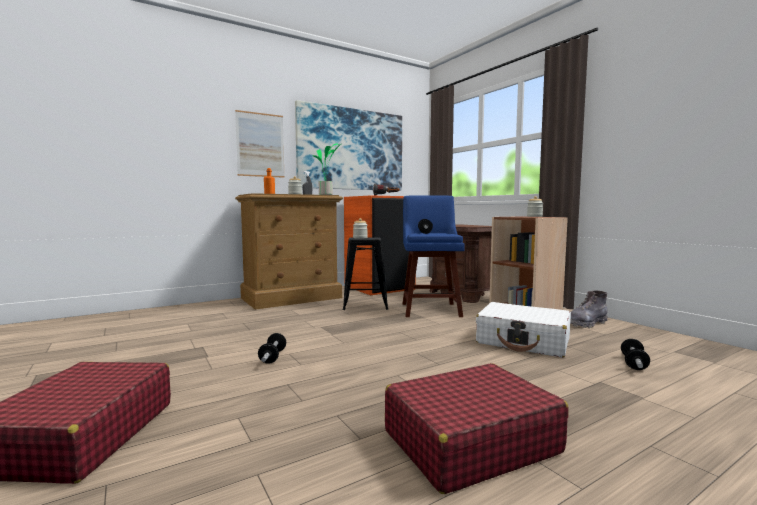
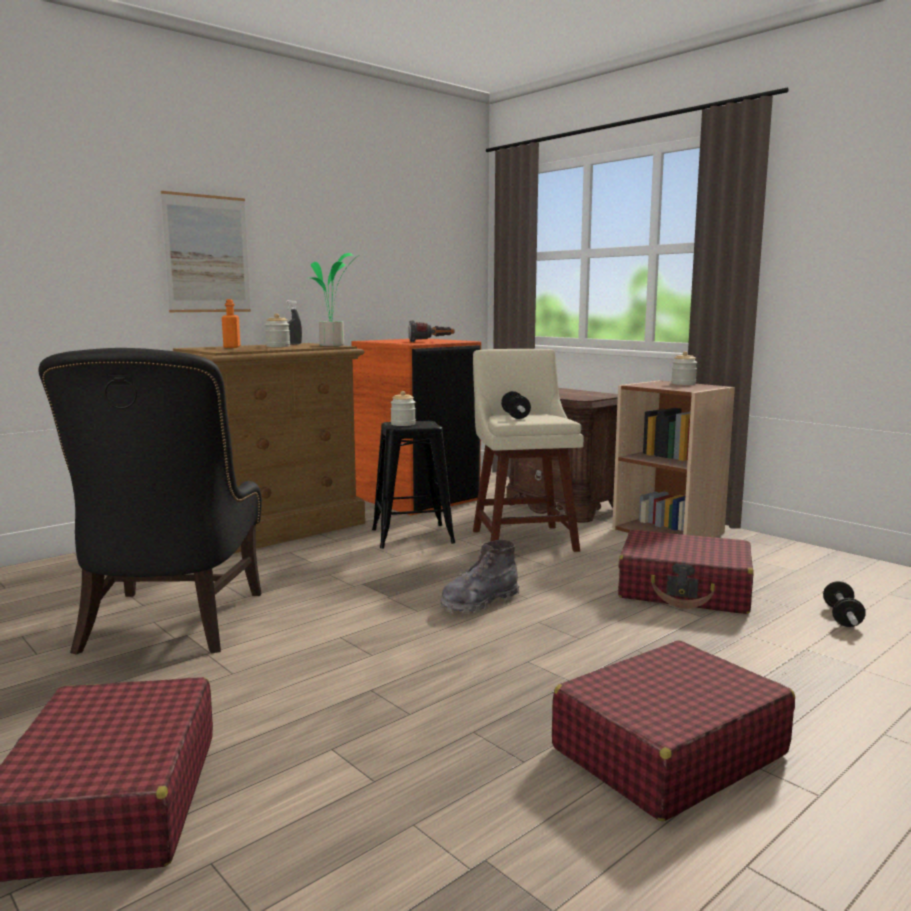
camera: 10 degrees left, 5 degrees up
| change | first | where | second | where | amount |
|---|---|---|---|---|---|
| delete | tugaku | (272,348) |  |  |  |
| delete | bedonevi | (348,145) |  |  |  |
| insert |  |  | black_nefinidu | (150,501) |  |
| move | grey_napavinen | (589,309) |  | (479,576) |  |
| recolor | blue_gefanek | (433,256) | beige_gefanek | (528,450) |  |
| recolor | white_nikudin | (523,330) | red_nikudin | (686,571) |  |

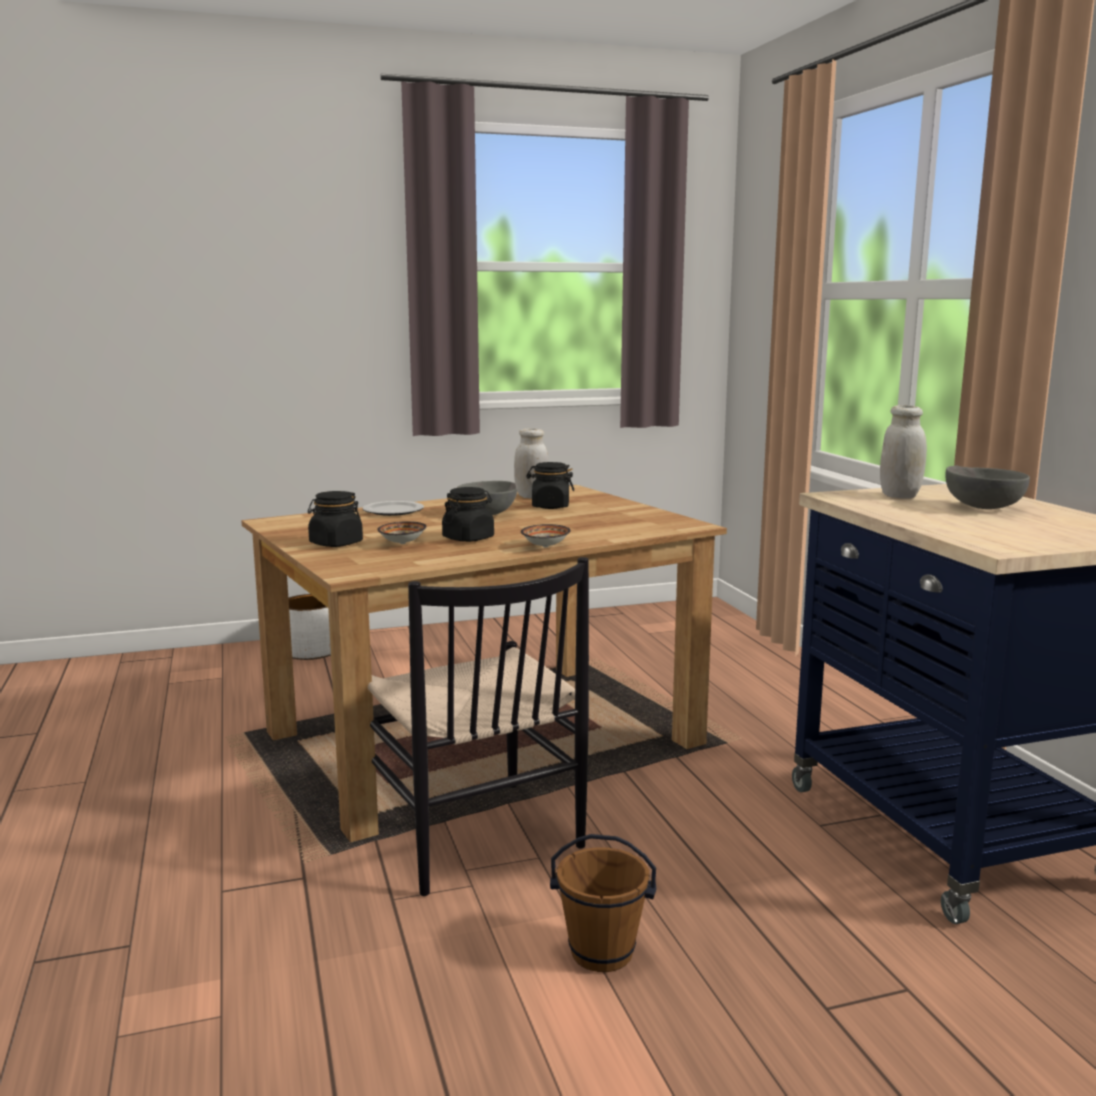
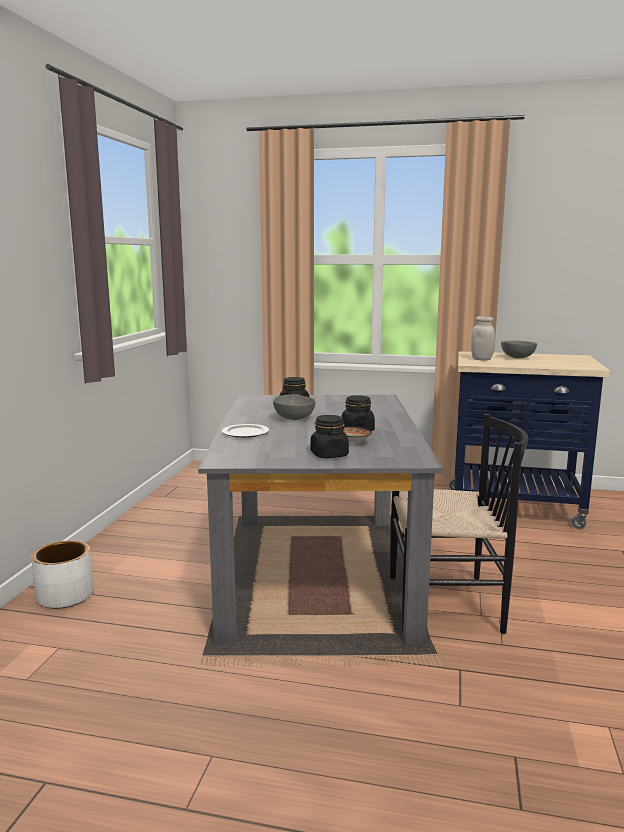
camera: 60 degrees left, 0 degrees up
| change | first | where | second | where | amount |
|---|---|---|---|---|---|
| delete | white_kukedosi | (531,463) |  |  |  |
| delete | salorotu | (546,535) |  |  |  |
| delete | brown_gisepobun | (603,903) |  |  |  |
| recolor | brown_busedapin | (484,664) | grey_busedapin | (320,520) |  |

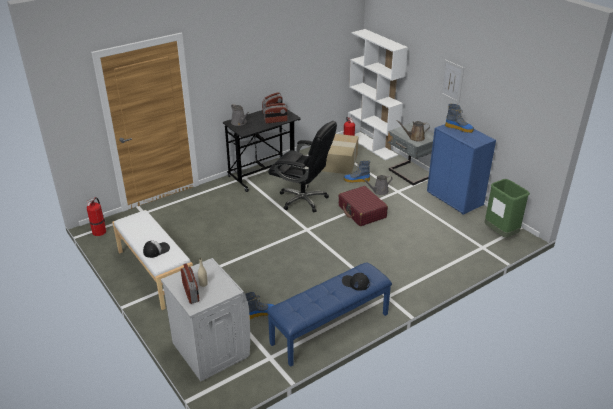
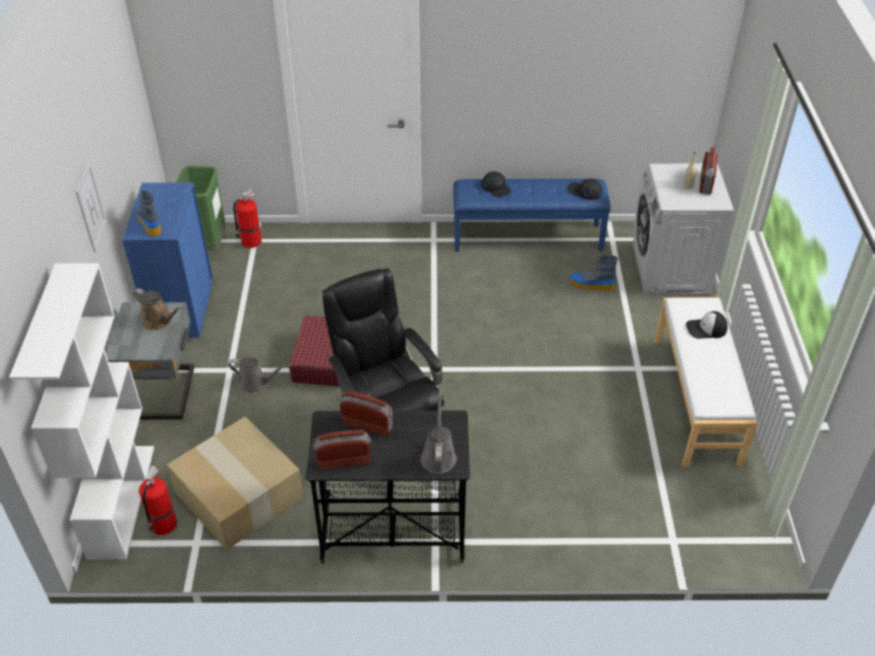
camera: 145 degrees left, 10 degrees up
| change | first | where | second | where | amount |
|---|---|---|---|---|---|
| delete | napavinen | (357,171) |  |  |  |
| insert |  |  | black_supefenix | (585,189) |  |
| move | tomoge | (96,216) |  | (247,218) |  |

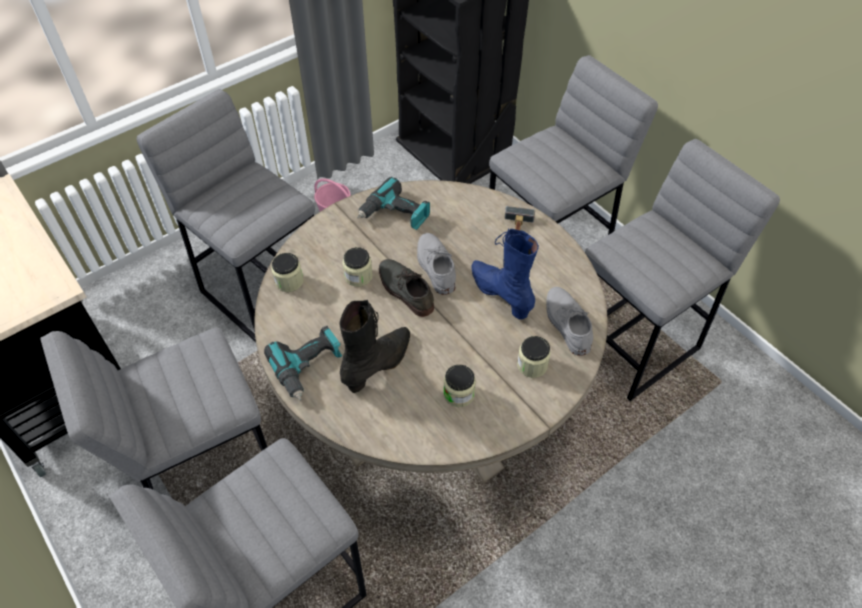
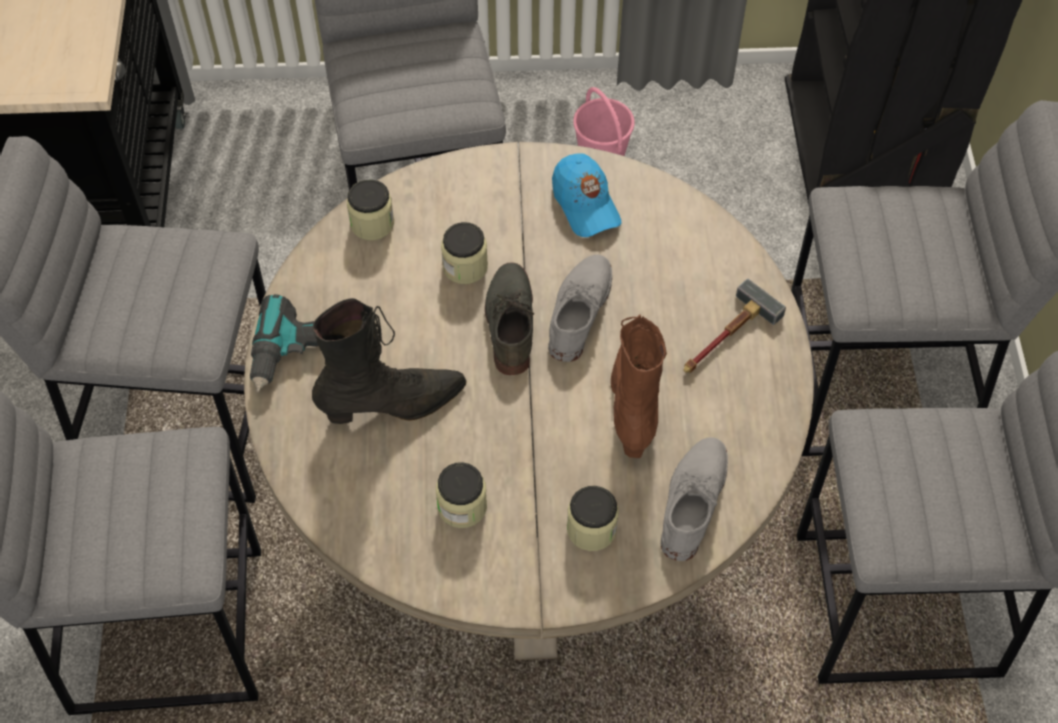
camera: 35 degrees right, 5 degrees up
| change | first | where | second | where | amount |
|---|---|---|---|---|---|
| replace | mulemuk | (393,203) | blue_supefenix | (586,195) |  |
| recolor | blue_napavinen | (505,274) | brown_napavinen | (639,386) |  |

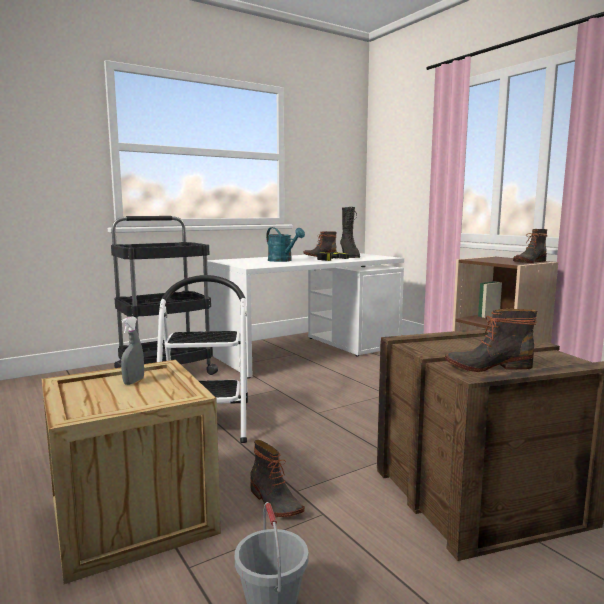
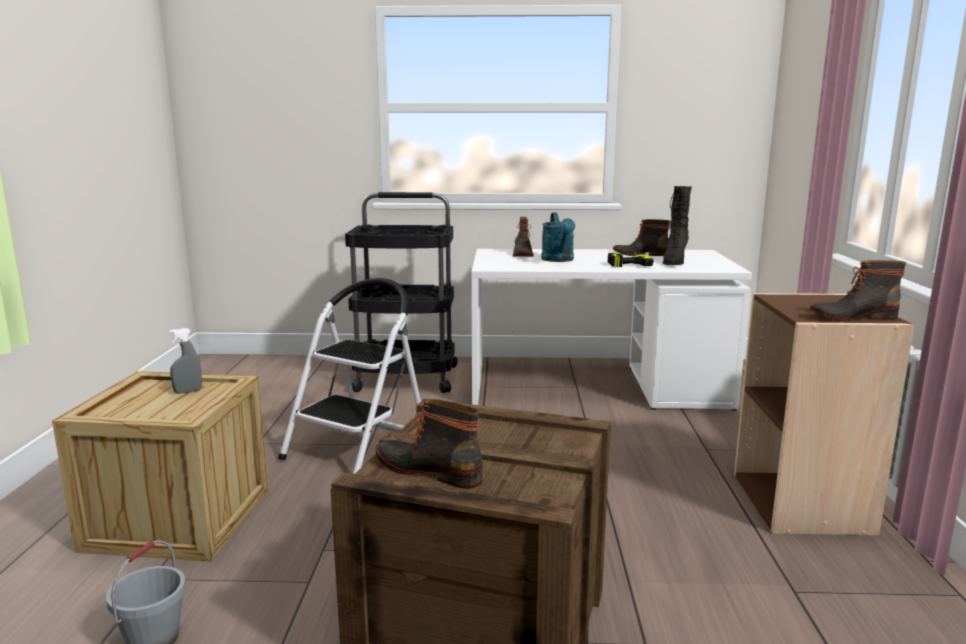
camera: 35 degrees right, 5 degrees up
| change | first | where | second | where | amount |
|---|---|---|---|---|---|
| move | napavinen | (277,478) |  | (523,237) |  |

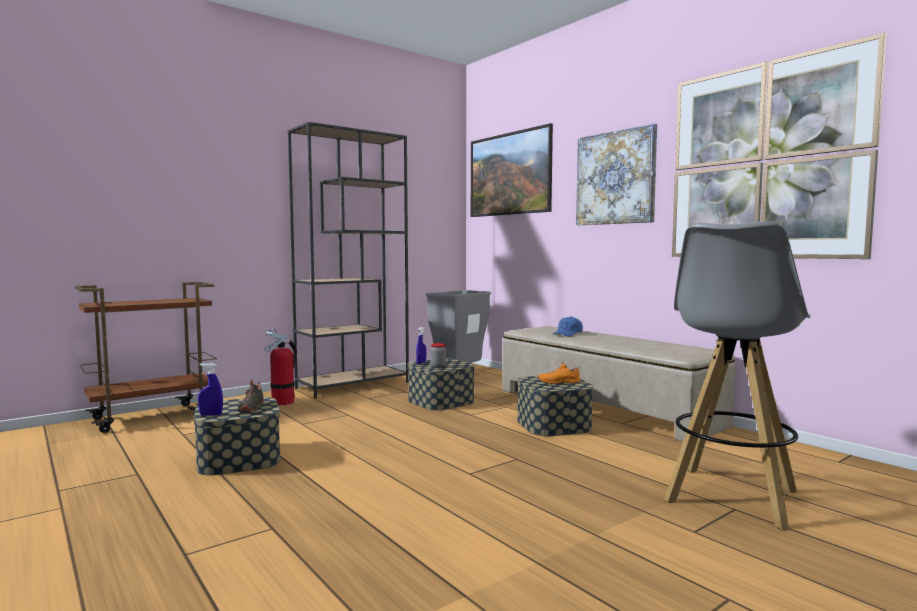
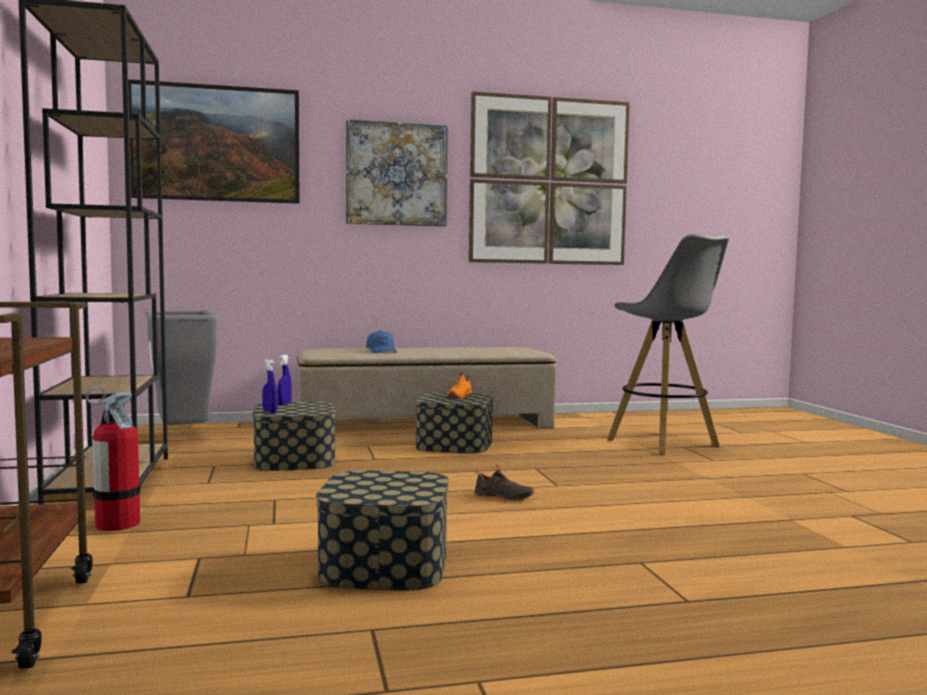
camera: 65 degrees left, 0 degrees up
| change | first | where | second | where | amount |
|---|---|---|---|---|---|
| delete | kukedosi | (438,355) |  |  |  |
| move | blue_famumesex | (210,389) |  | (284,379) |  |
| move | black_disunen | (251,395) |  | (504,482) |  |

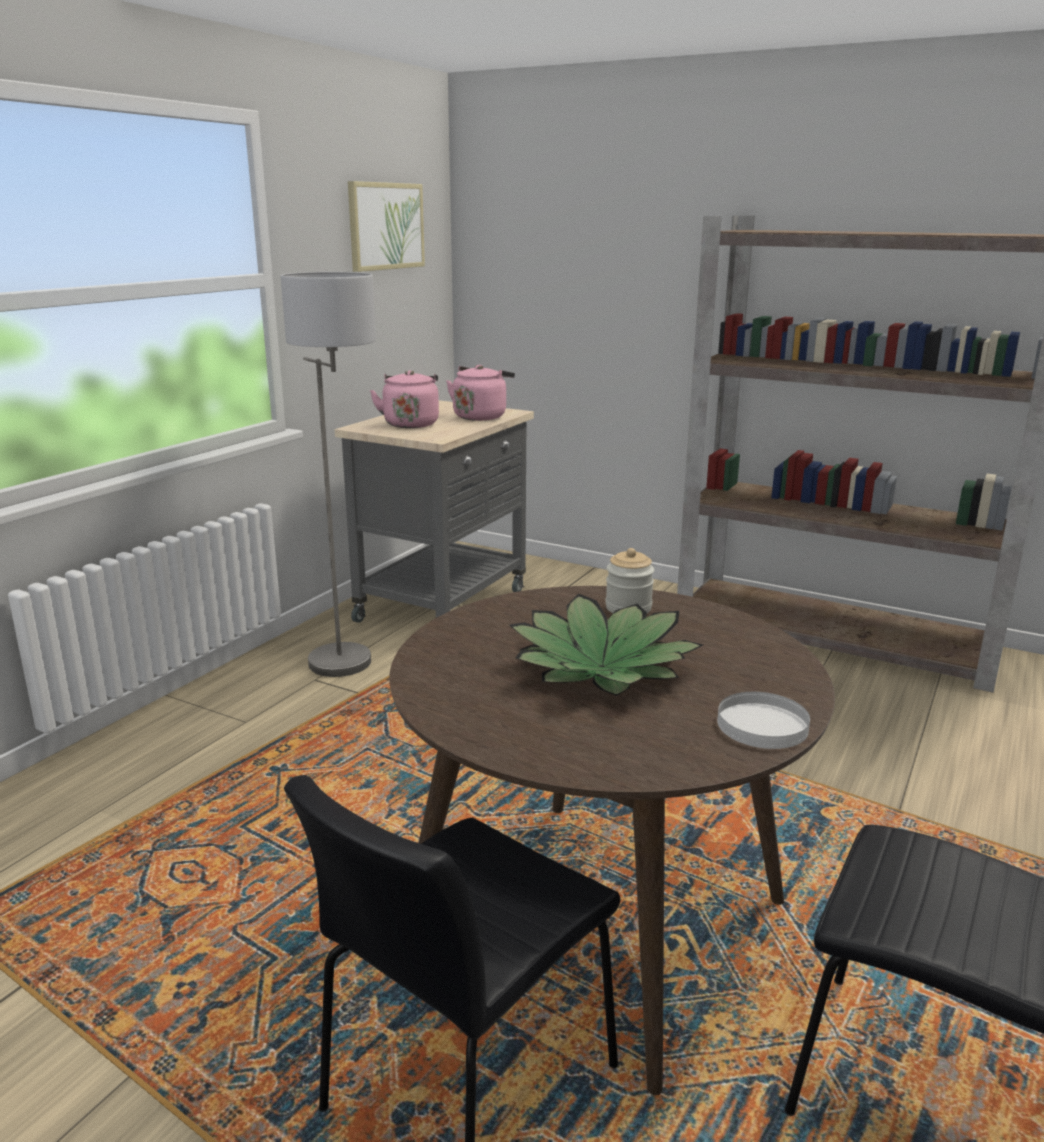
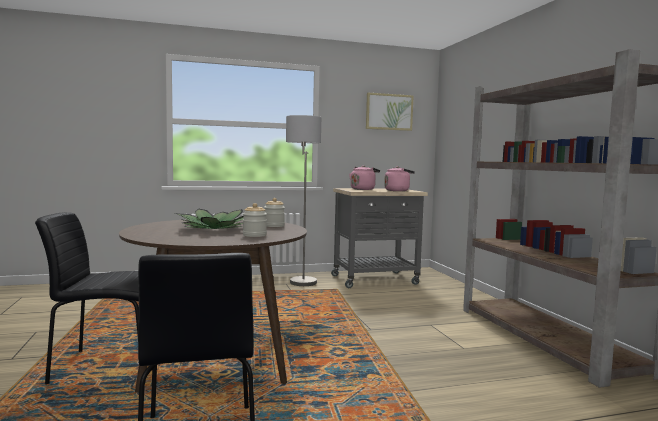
camera: 45 degrees right, 15 degrees down
| change | first | where | second | where | amount |
|---|---|---|---|---|---|
| delete | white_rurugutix | (763,720) |  |  |  |
| insert |  |  | kukedosi | (255,220) |  |

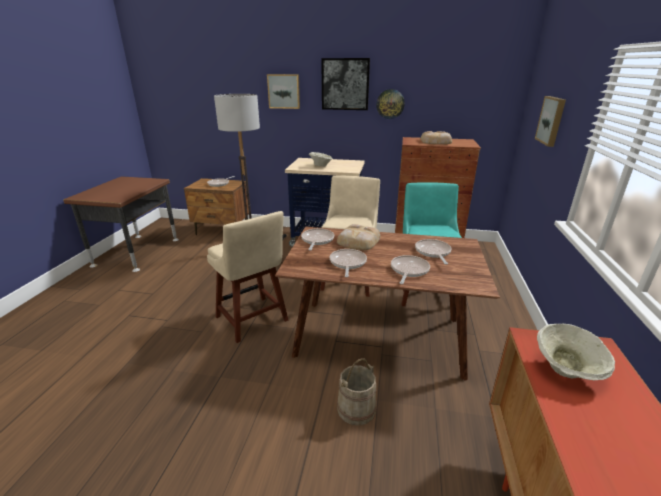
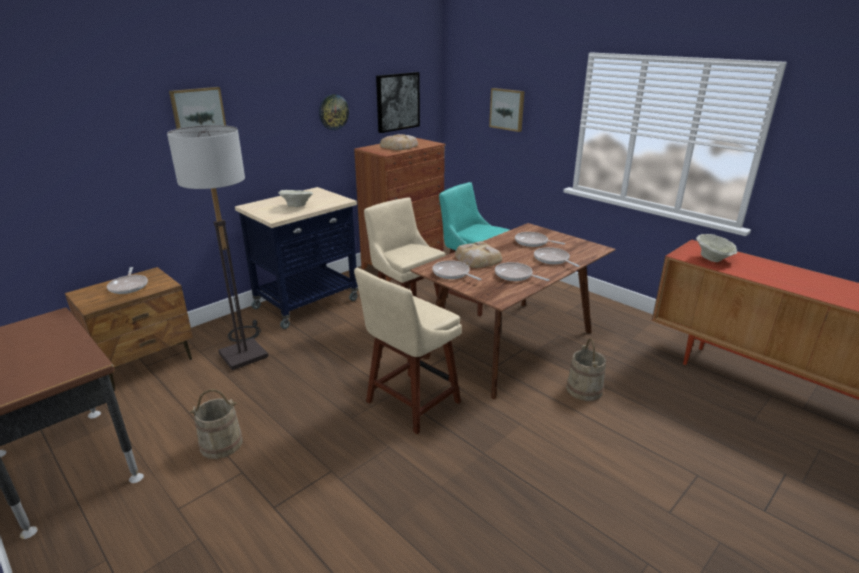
camera: 55 degrees left, 0 degrees up
| change | first | where | second | where | amount |
|---|---|---|---|---|---|
| insert |  |  | beige_gisepobun | (216,424) |  |
| move | bedonevi | (345,84) |  | (398,102) |  |
| rotate | beige_nefinidu | (247,277) |  | (408,351) | 135 degrees clockwise |

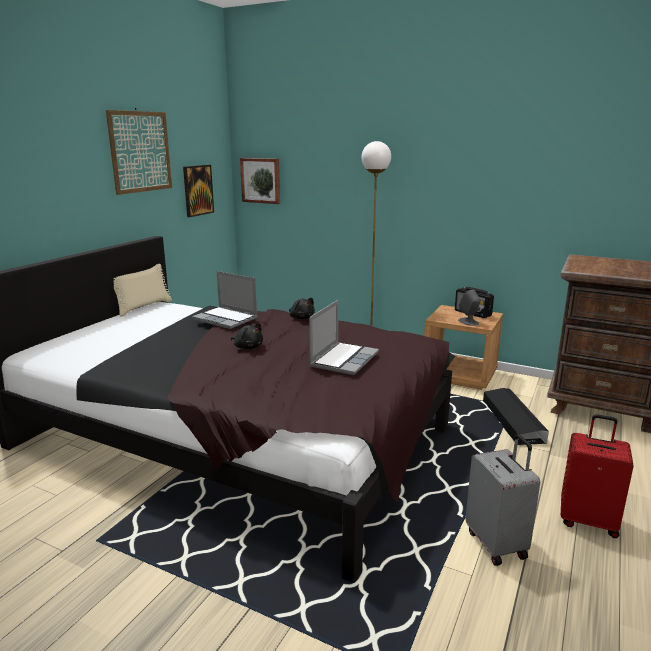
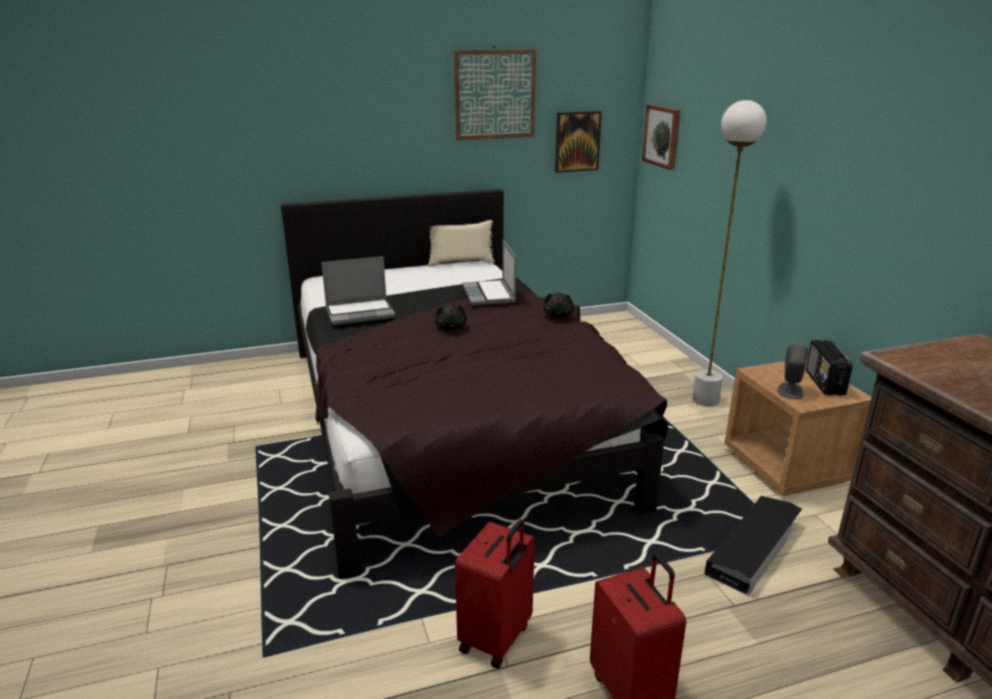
camera: 45 degrees right, 5 degrees up
| change | first | where | second | where | amount |
|---|---|---|---|---|---|
| move | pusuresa | (344,337) |  | (358,290) |  |
| recolor | grey_nikudin | (502,500) | red_nikudin | (495,594) |  |

